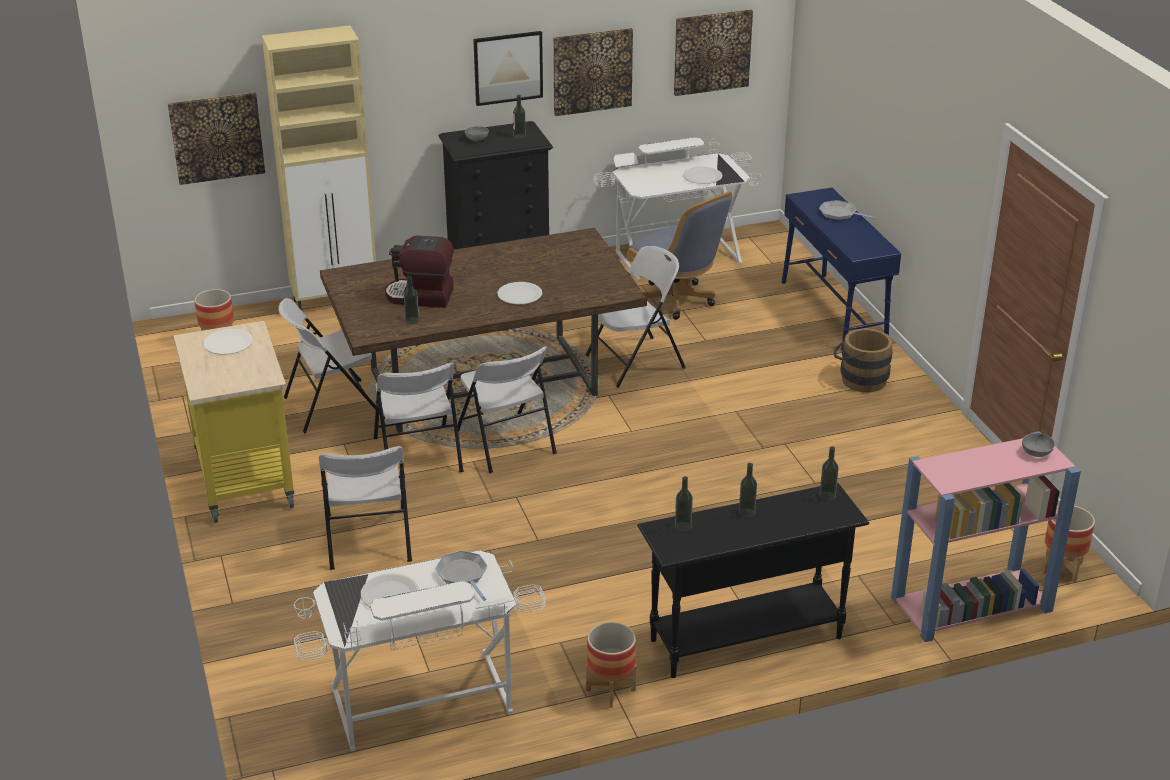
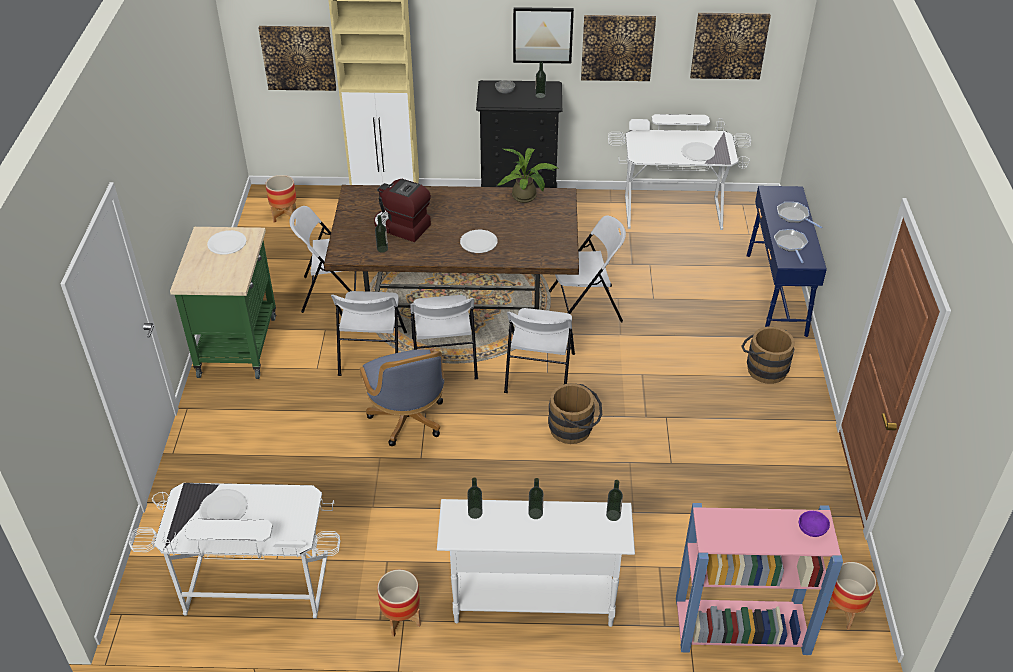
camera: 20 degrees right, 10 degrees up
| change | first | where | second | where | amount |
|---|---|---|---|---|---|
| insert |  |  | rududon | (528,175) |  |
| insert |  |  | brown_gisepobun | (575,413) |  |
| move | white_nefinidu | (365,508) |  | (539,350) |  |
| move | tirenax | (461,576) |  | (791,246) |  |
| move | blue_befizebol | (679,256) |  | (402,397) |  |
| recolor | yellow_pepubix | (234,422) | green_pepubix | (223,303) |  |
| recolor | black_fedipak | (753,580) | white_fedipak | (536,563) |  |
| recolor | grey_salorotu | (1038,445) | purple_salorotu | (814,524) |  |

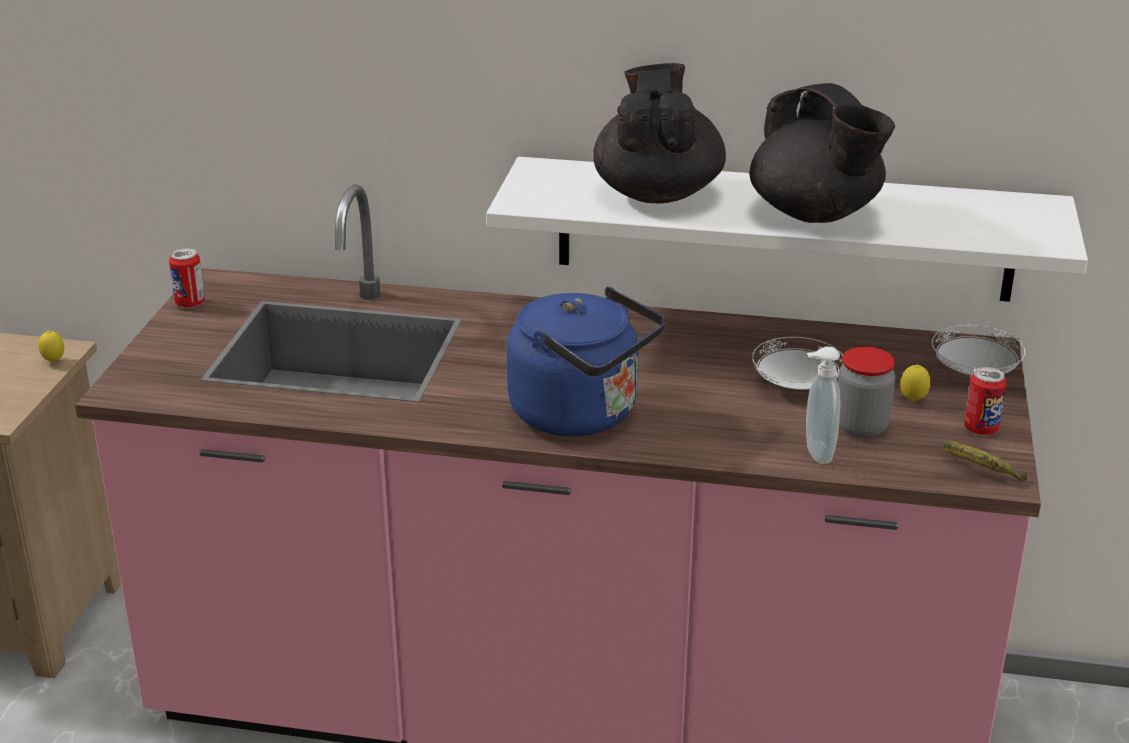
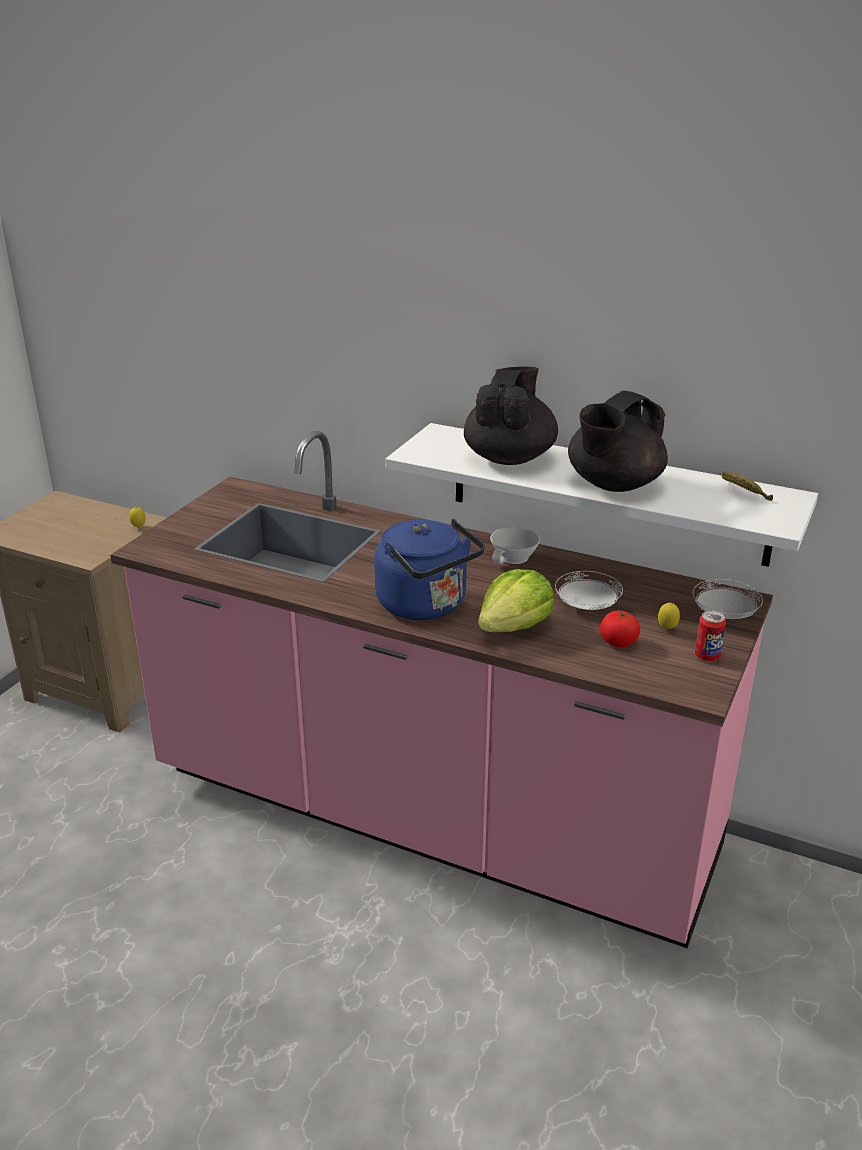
camera: 15 degrees right, 0 degrees up
| change | first | where | second | where | amount |
|---|---|---|---|---|---|
| delete | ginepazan | (187,278) |  |  |  |
| delete | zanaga | (823,405) |  |  |  |
| insert |  |  | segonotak | (516,600) |  |
| insert |  |  | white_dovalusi | (515,545) |  |
| move | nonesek | (985,461) |  | (747,486) |  |
| replace | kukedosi | (867,392) | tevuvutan | (620,629) |  |
| rotate | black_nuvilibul | (822,153) |  | (618,441) | 60 degrees clockwise |

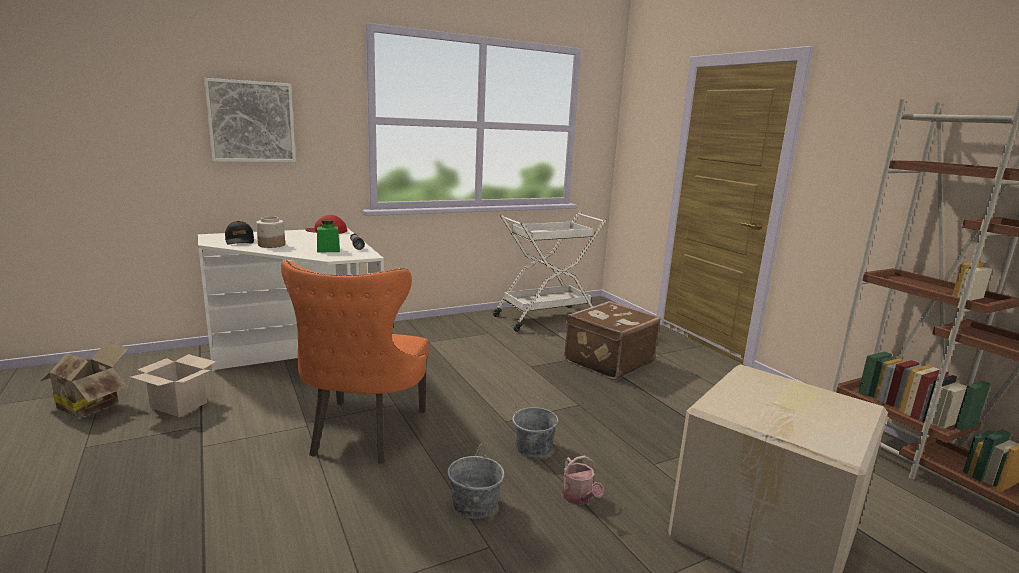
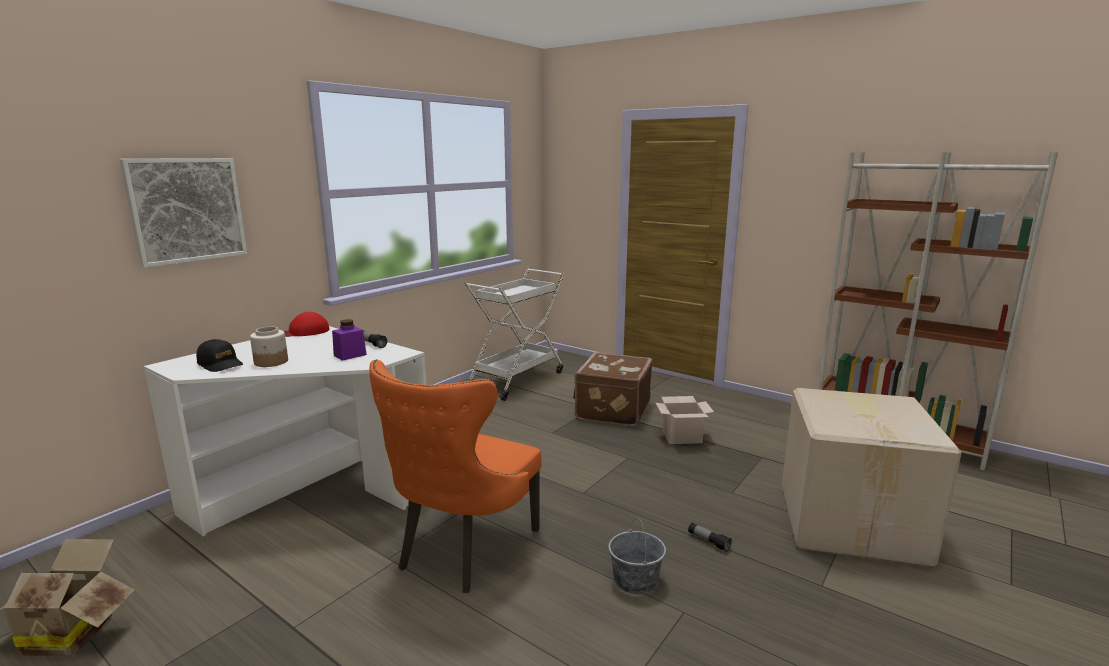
camera: 25 degrees left, 0 degrees up
| change | first | where | second | where | amount |
|---|---|---|---|---|---|
| delete | grey_gisepobun | (535,427) |  |  |  |
| move | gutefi | (173,385) |  | (685,420) |  |
| replace | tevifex | (583,480) | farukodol | (710,537) |  |
| recolor | green_kukedosi | (328,236) | purple_kukedosi | (349,340) |  |
| rotate | orange_nefinidu | (355,362) |  | (456,476) | 45 degrees clockwise |

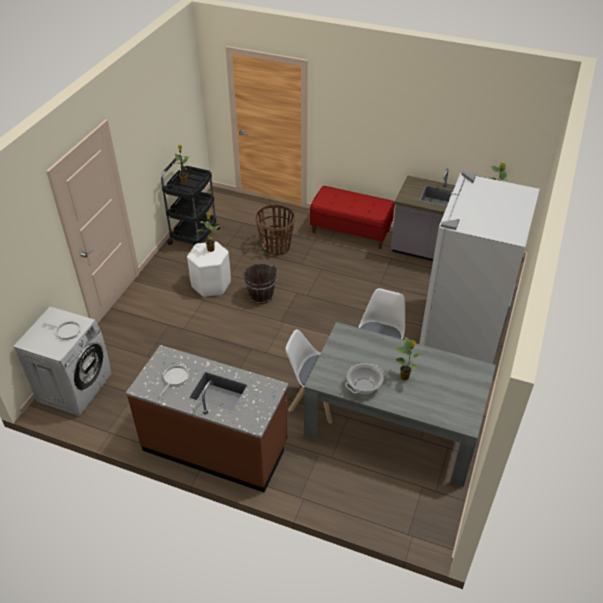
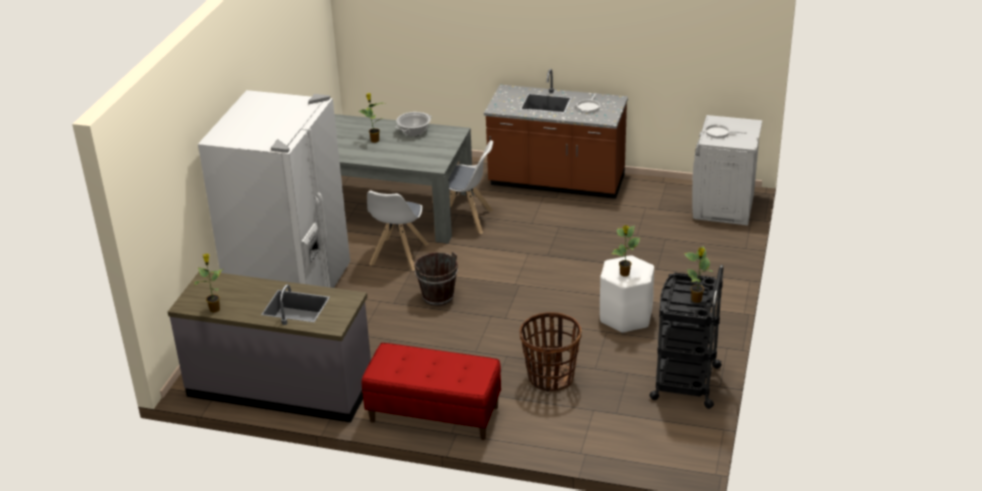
camera: 175 degrees right, 10 degrees down
| change | first | where | second | where | amount |
|---|---|---|---|---|---|
| move | brown_gisepobun | (260,283) |  | (436,279) |  |

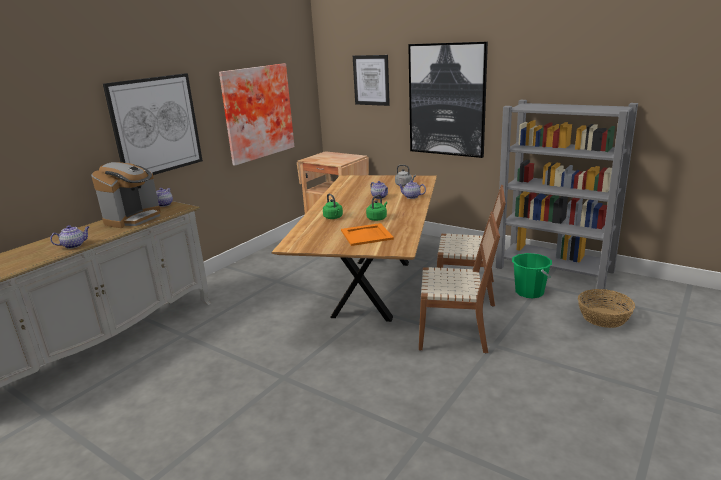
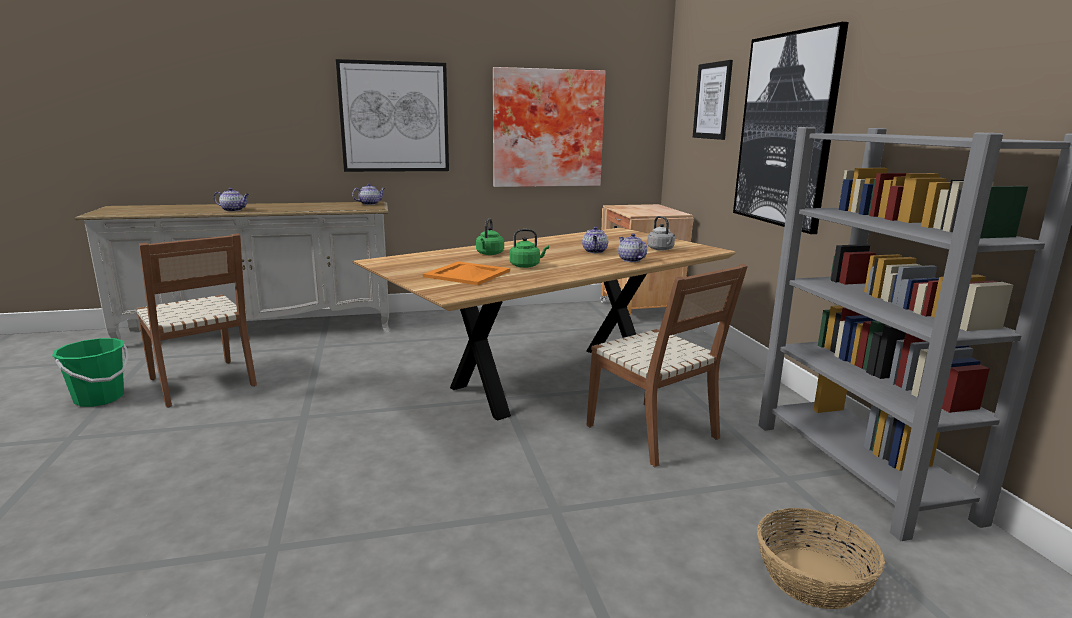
camera: 40 degrees right, 5 degrees down
| change | first | where | second | where | amount |
|---|---|---|---|---|---|
| delete | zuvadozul | (126,195) |  |  |  |
| move | nefinidu | (459,282) |  | (196,320) |  |
| move | green_gisepobun | (532,275) |  | (90,372) |  |

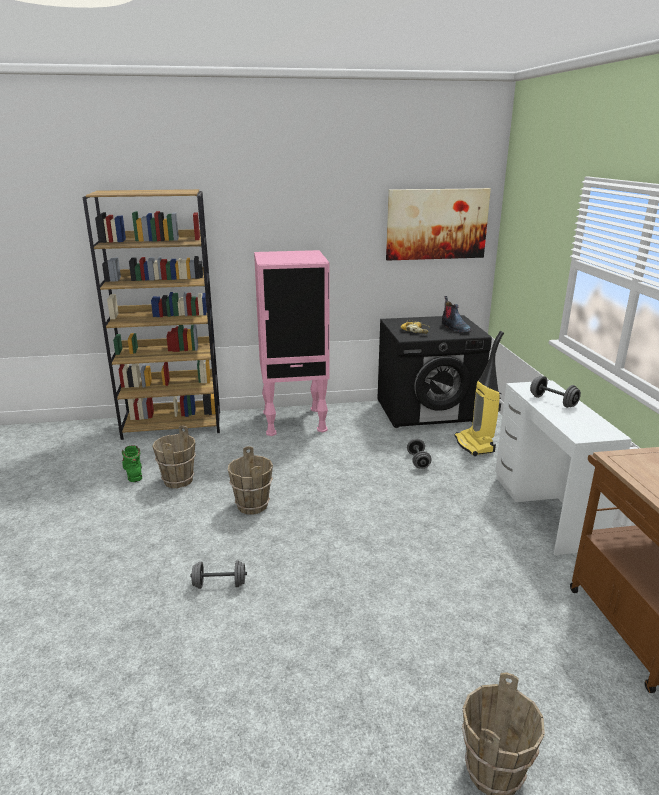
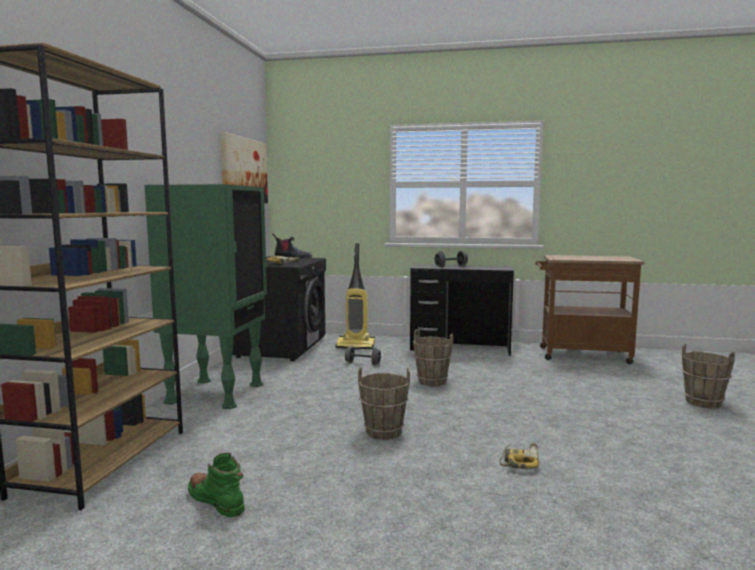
camera: 70 degrees left, 15 degrees down
| change | first | where | second | where | amount |
|---|---|---|---|---|---|
| move | brown_gisepobun | (174,456) |  | (433,357) |  |
| replace | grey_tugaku | (219,574) | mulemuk | (519,456) |  |
| recolor | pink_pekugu | (291,343) | green_pekugu | (205,296) |  |
| recolor | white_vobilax | (563,467) | black_vobilax | (462,310) |  |
| rotate | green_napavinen | (132,464) |  | (216,485) | 45 degrees clockwise |

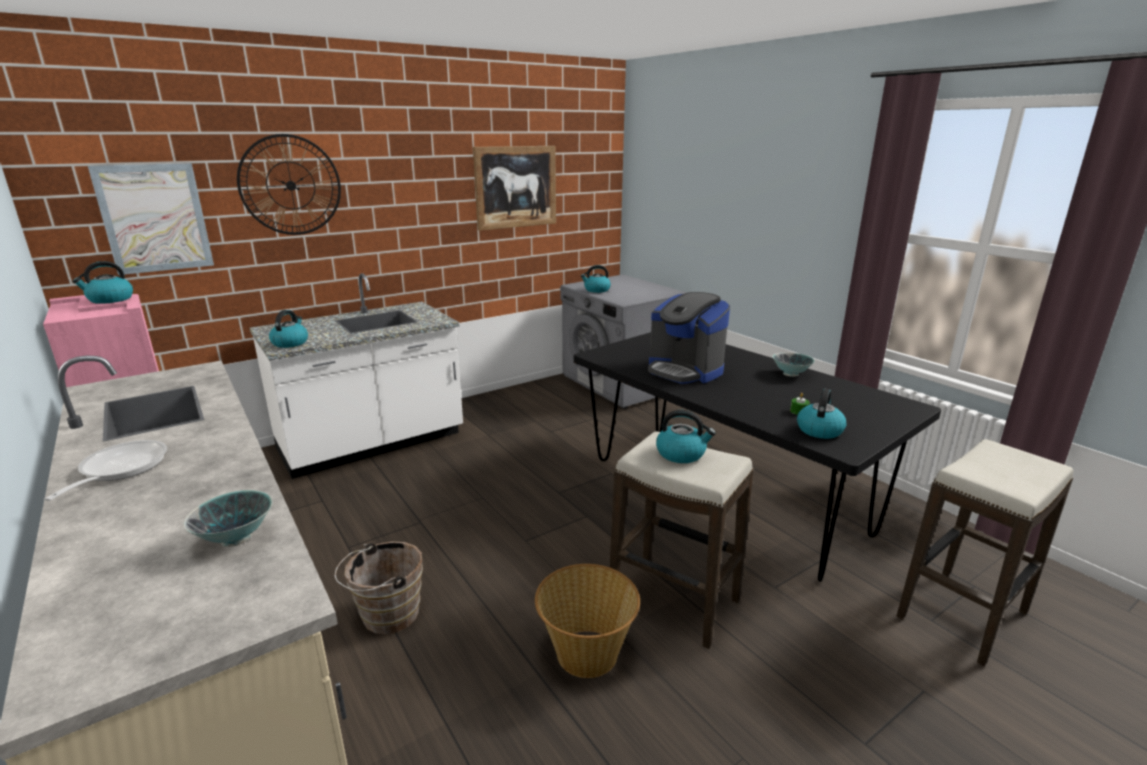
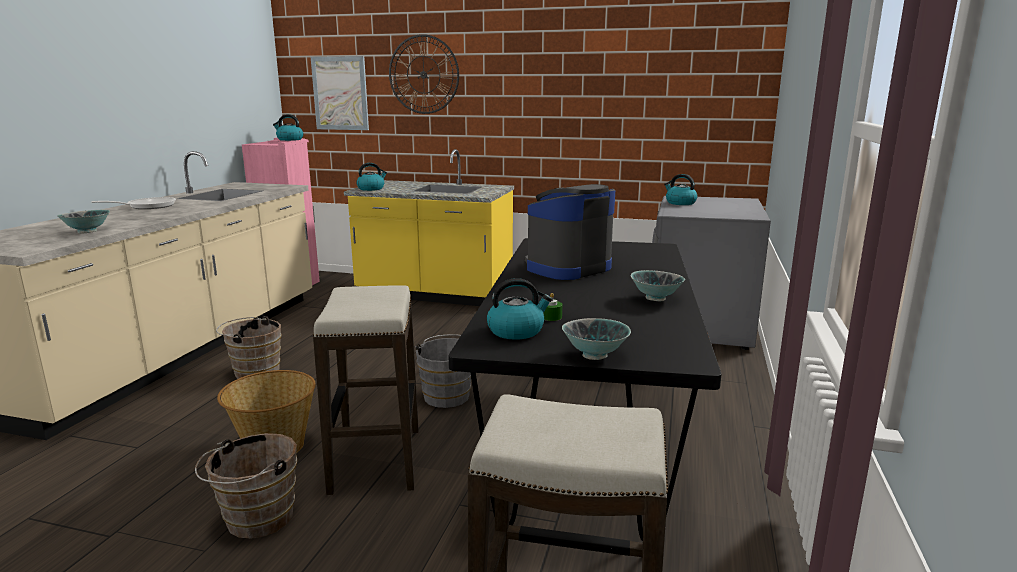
camera: 50 degrees right, 5 degrees down
| change | first | where | second | where | amount |
|---|---|---|---|---|---|
| delete | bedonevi | (514,188) |  |  |  |
| delete | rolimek | (686,436) |  |  |  |
| insert |  |  | brown_gisepobun | (246,486) |  |
| insert |  |  | grey_gisepobun | (443,371) |  |
| insert |  |  | salorotu | (596,339) |  |
| recolor | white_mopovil | (356,376) | yellow_mopovil | (429,227) |  |
| rotate | zuvadozul | (689,338) |  | (570,232) | 45 degrees clockwise |

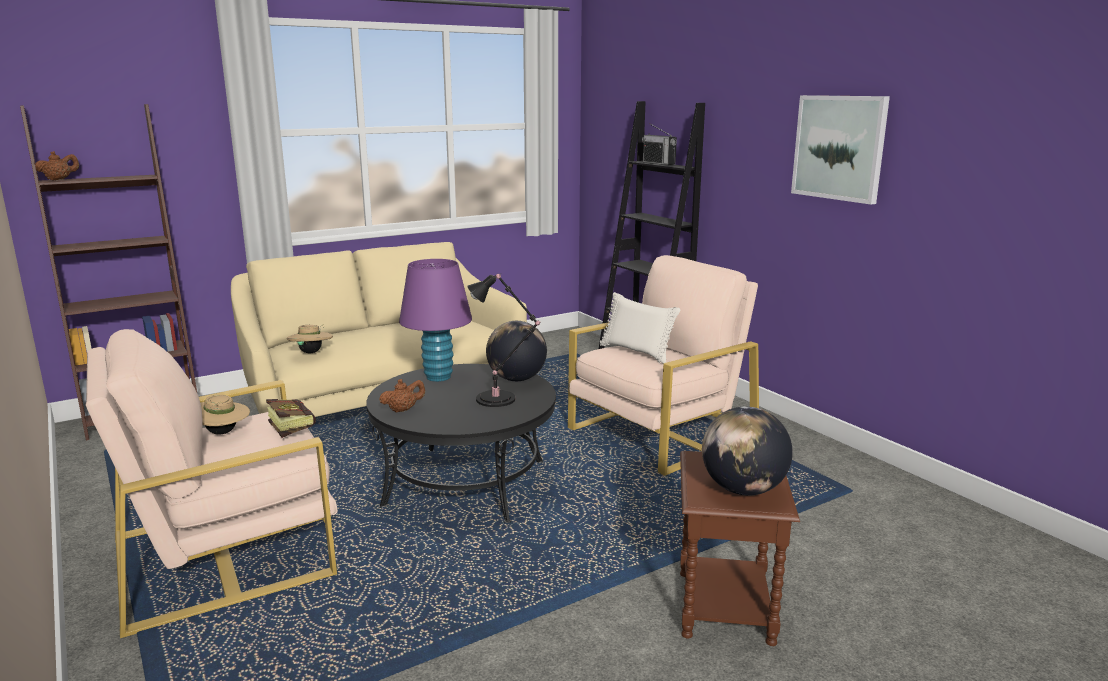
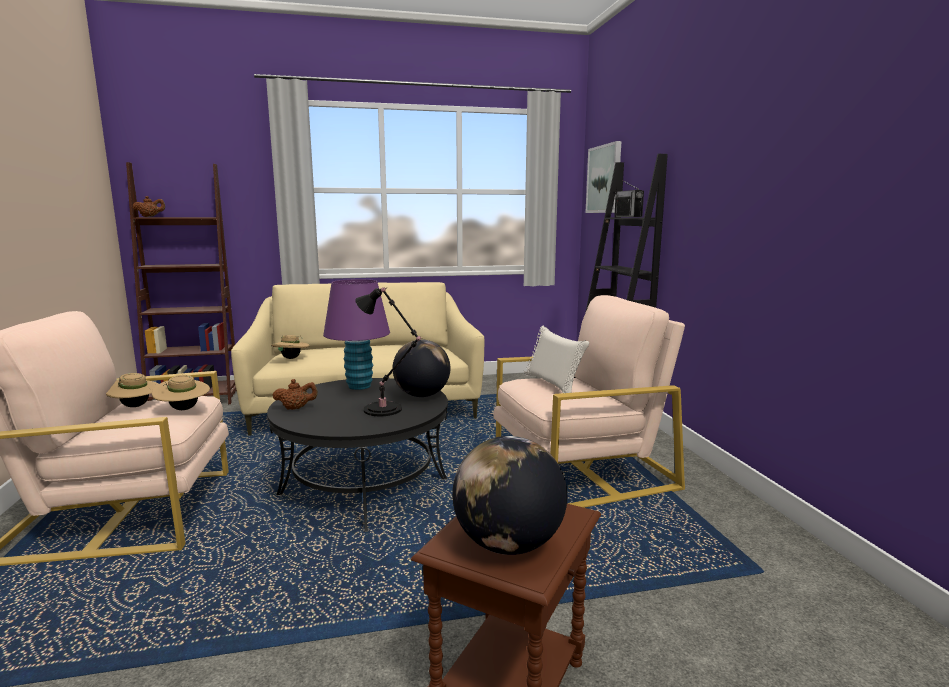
camera: 20 degrees right, 5 degrees down
| change | first | where | second | where | amount |
|---|---|---|---|---|---|
| move | bedonevi | (840,149) |  | (603,177) |  |
| replace | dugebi | (291,418) | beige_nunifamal | (181,392) |  |

